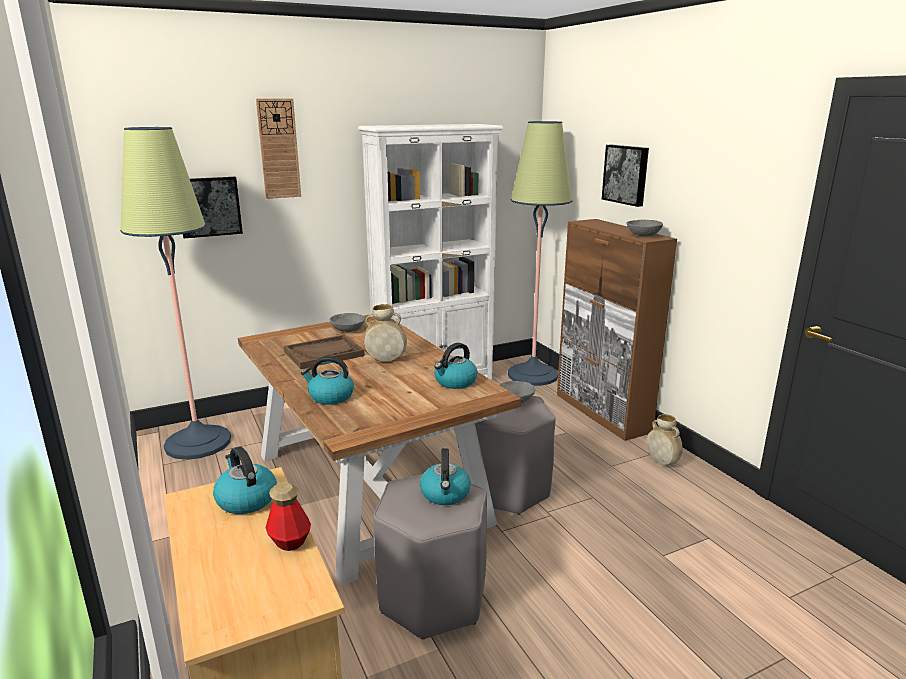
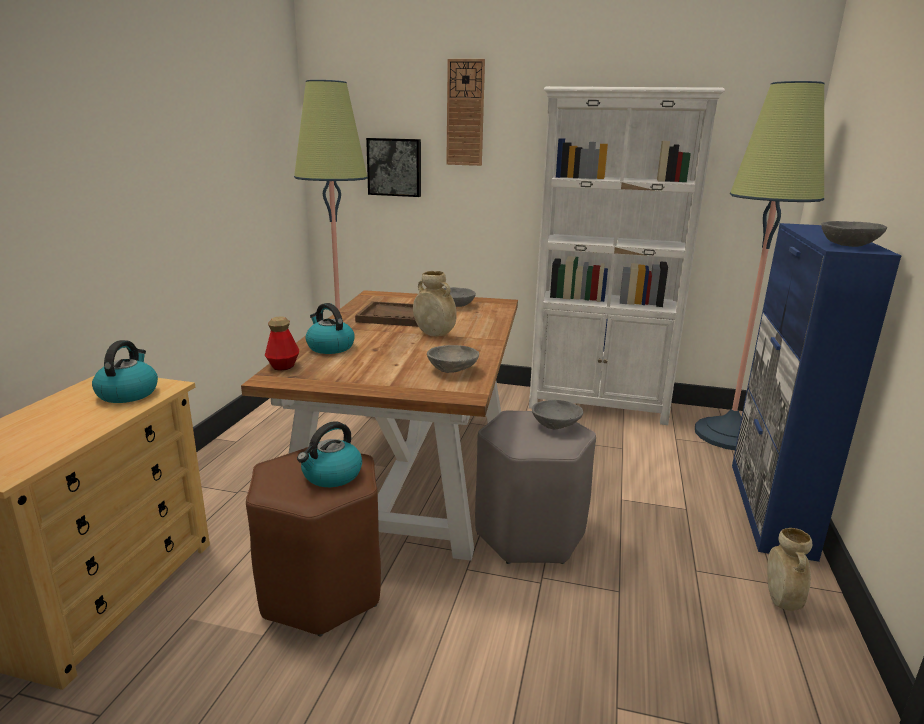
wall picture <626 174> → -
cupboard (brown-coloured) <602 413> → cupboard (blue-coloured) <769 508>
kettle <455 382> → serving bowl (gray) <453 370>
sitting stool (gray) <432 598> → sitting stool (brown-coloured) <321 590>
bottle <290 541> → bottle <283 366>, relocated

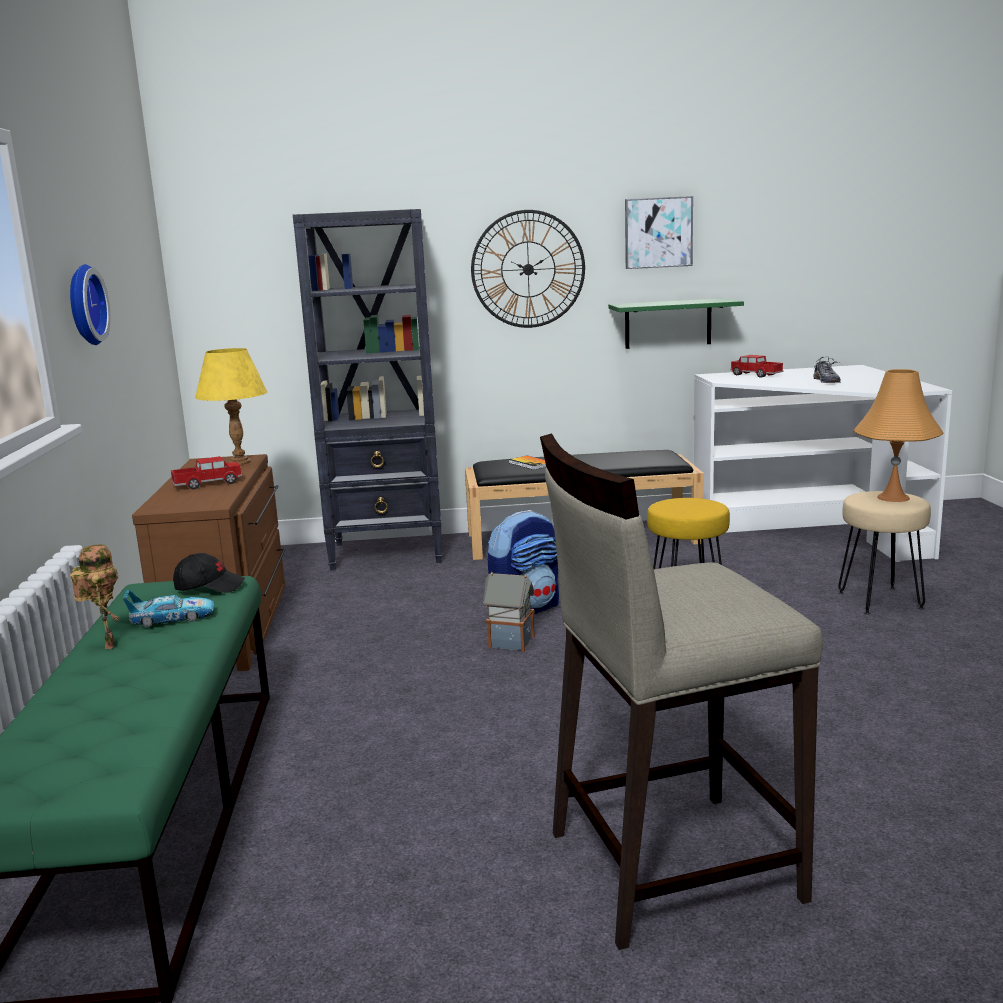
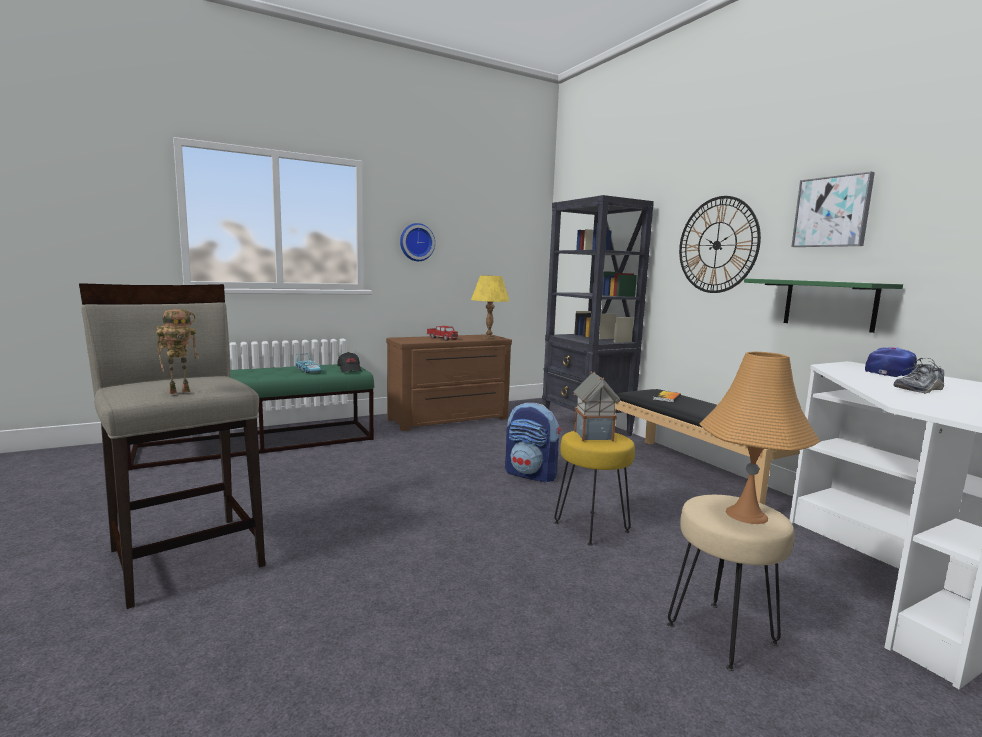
toy lorry <755 375> → baseball cap <891 373>
toy robot <106 644> → toy robot <180 391>, relocated
toy house <510 642> → toy house <593 435>, relocated

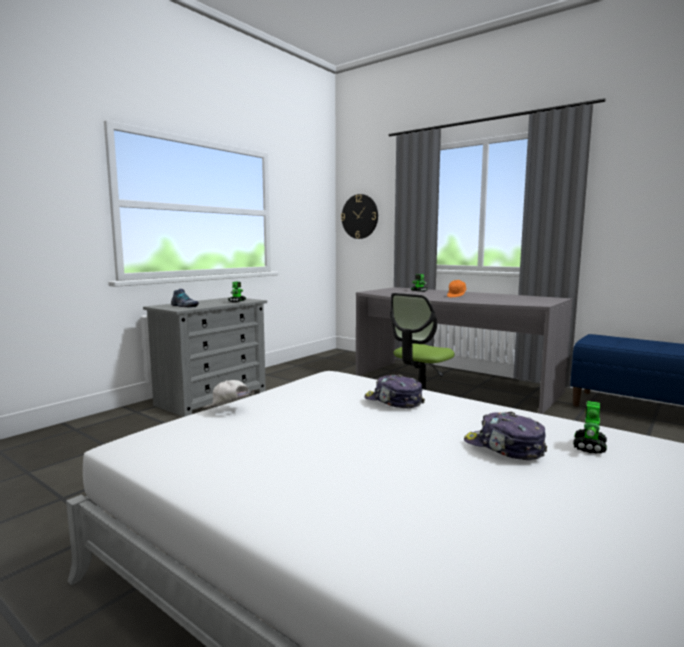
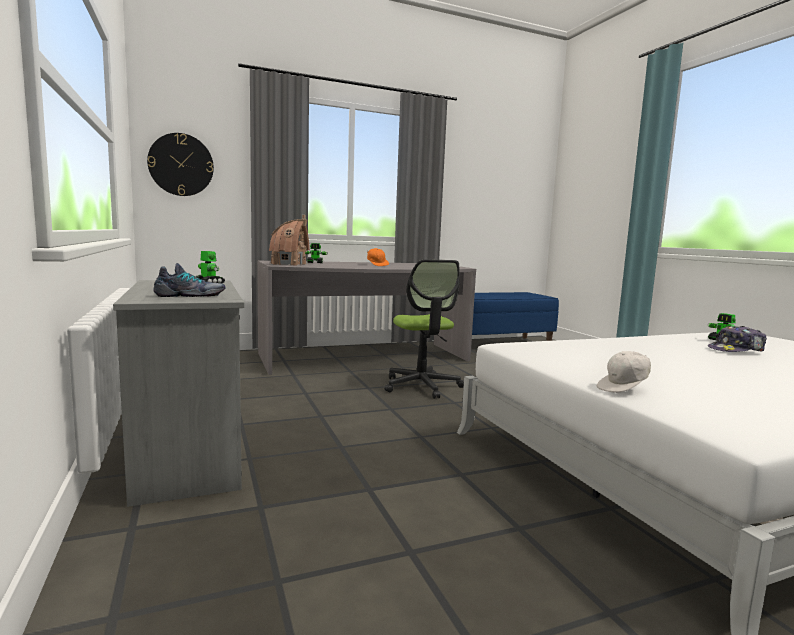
baseball cap <393 402> → -
- → toy house <289 264>

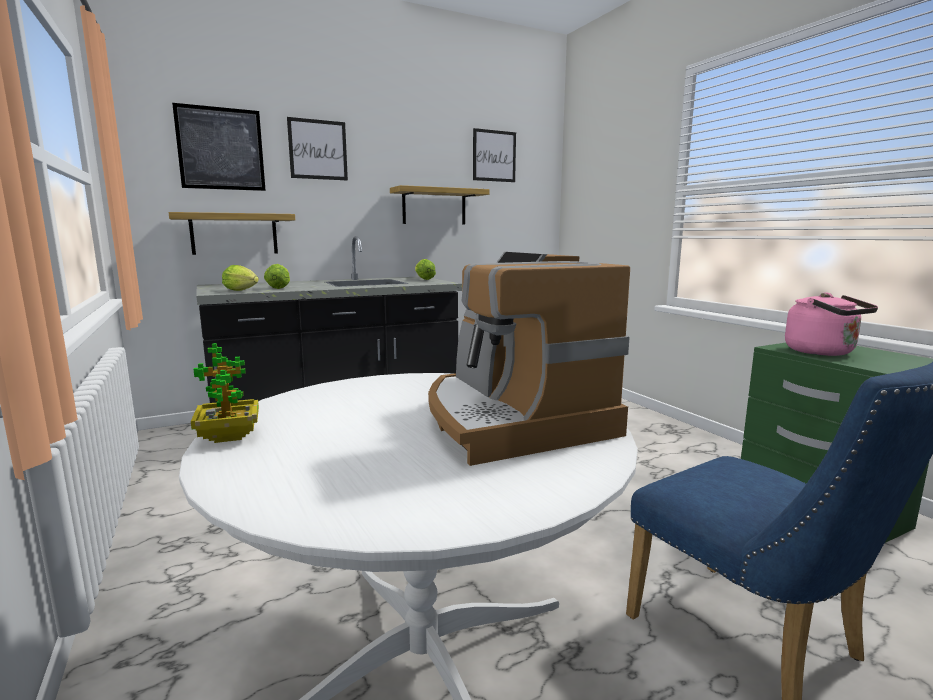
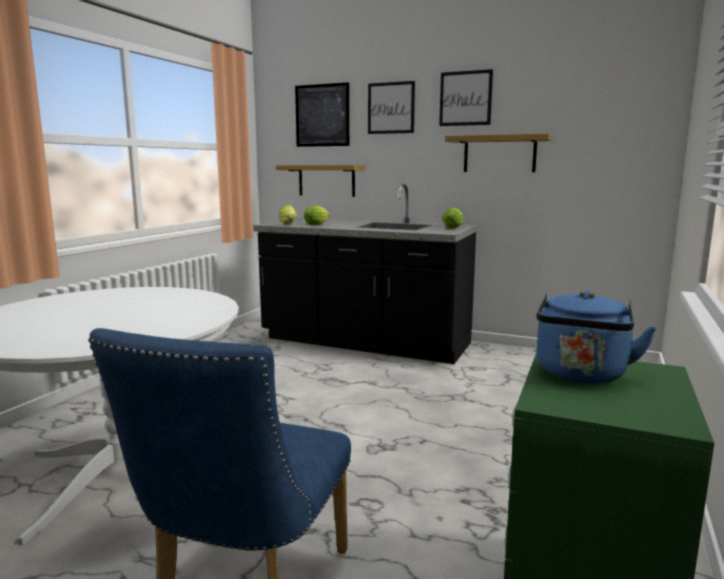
wall picture <494 156> → wall picture <465 98>, relocated
coffee brewer <511 419> → -
kettle (pinkish) <823 352> → kettle (blue-coloured) <581 375>
houseplant <229 437> → -

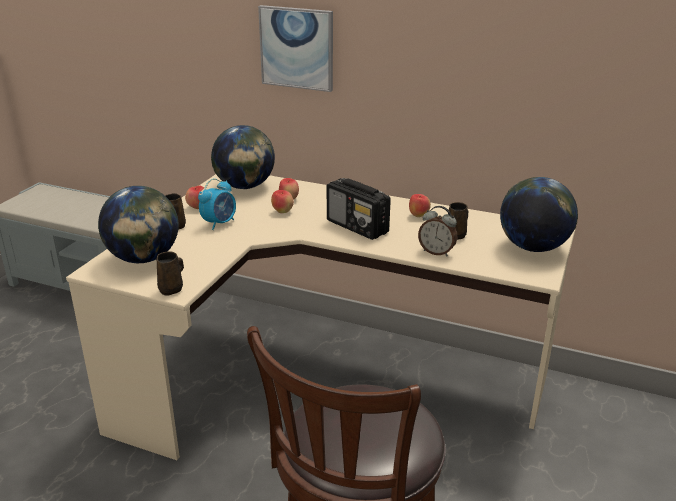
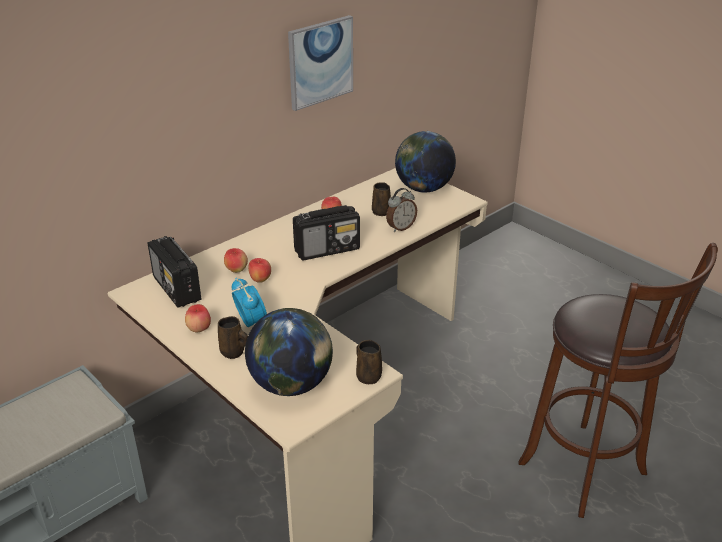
wall picture <297 48> → wall picture <320 62>, relocated
world globe <245 187> → radio receiver <177 289>

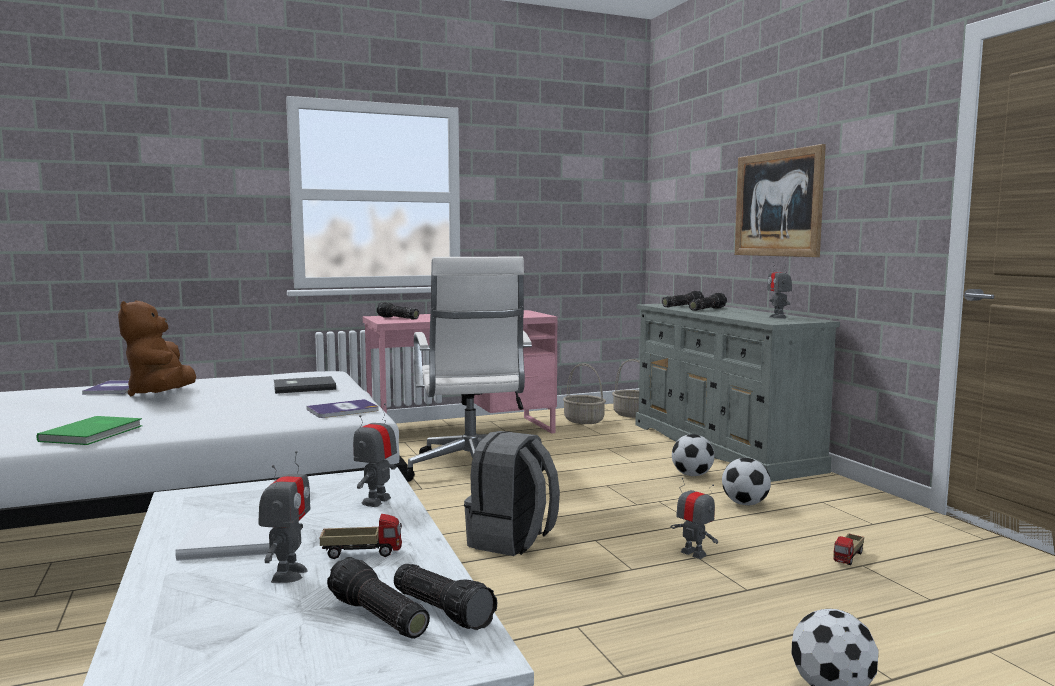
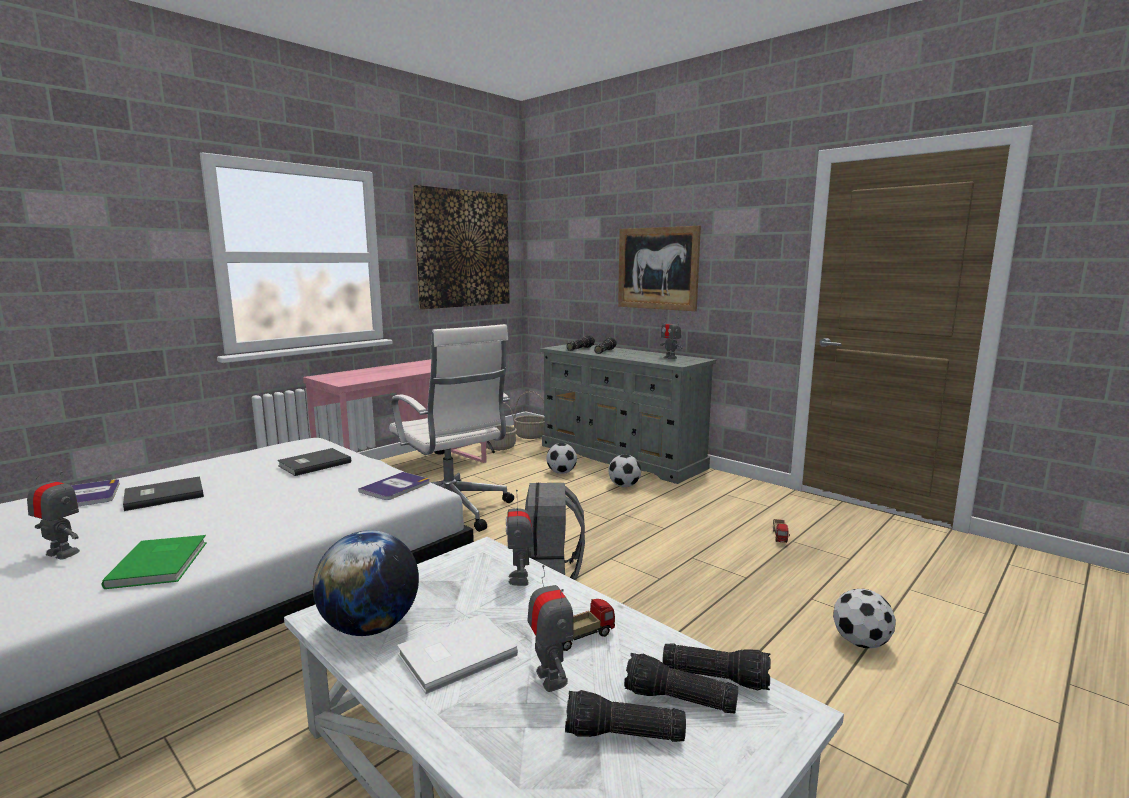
plush toy (brown-coloured) <161 395> → book (gray) <163 495>
flashlight <397 318> → flashlight <622 735>, relocated
ball for football <745 504> → ball for football <561 472>, relocated
toy robot <693 553> → toy robot <62 553>, relocated
- → wall picture <463 249>
- → world globe <370 627>

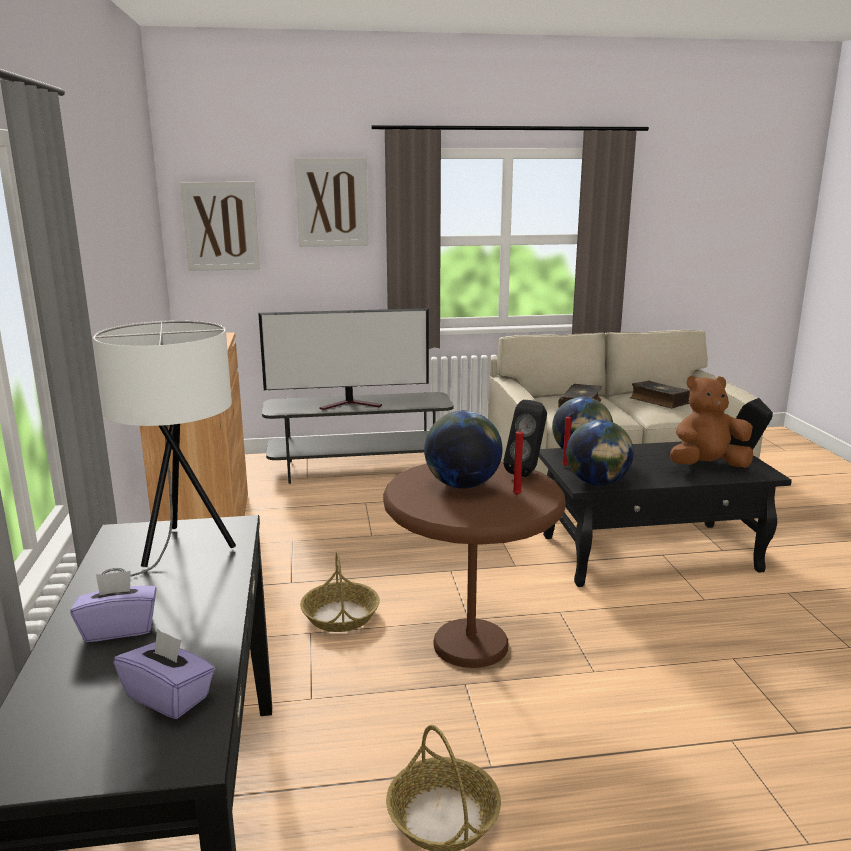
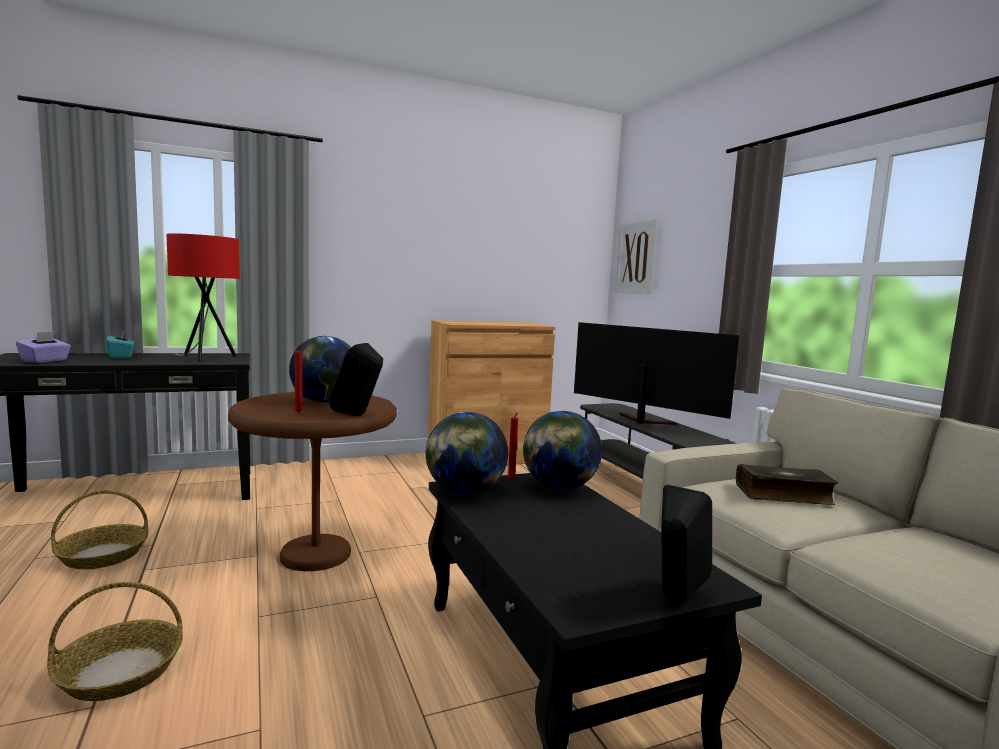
wall picture <332 202> → -
television <352 404> → television <641 421>, 150 degrees clockwise
lamp for a table (white) <179 550> → lamp for a table (reddish) <205 358>
plush toy (brown-coloured) <707 466> → -
book <659 401> → -
storage basket <341 616> → storage basket <119 672>, relocated
tissue box (purple) <119 628> → tissue box (blue-green) <121 356>

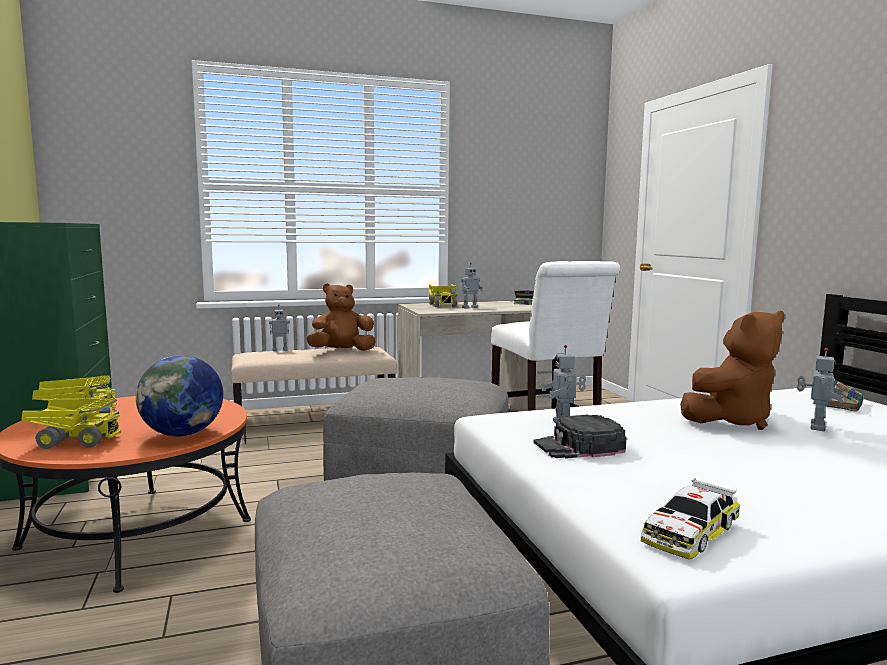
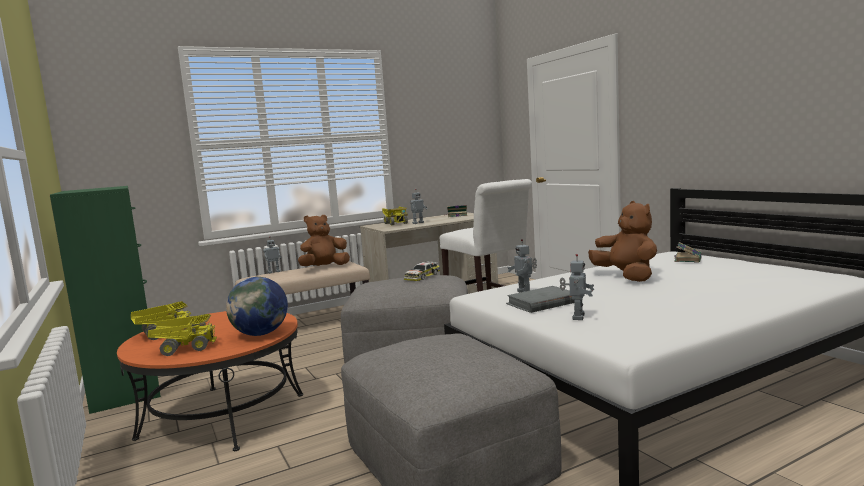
plush toy (brown-coloured) <730 420> → plush toy (brown-coloured) <626 277>, 75 degrees counterclockwise
toy robot <815 426> → toy robot <577 317>, relocated
baseball cap (black-coloured) <579 447> → book (gray) <542 303>
miniature car <689 532> → miniature car <422 276>, relocated

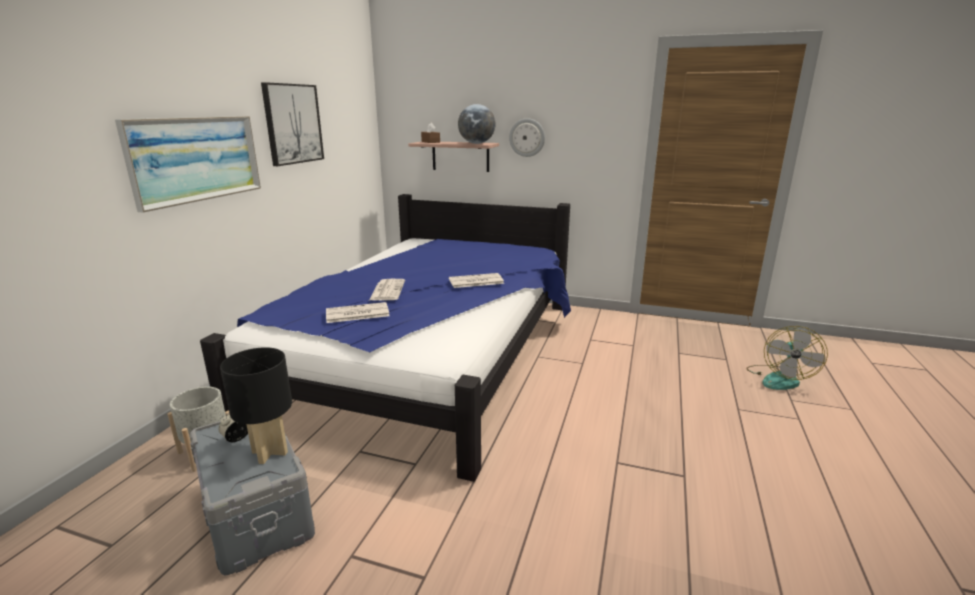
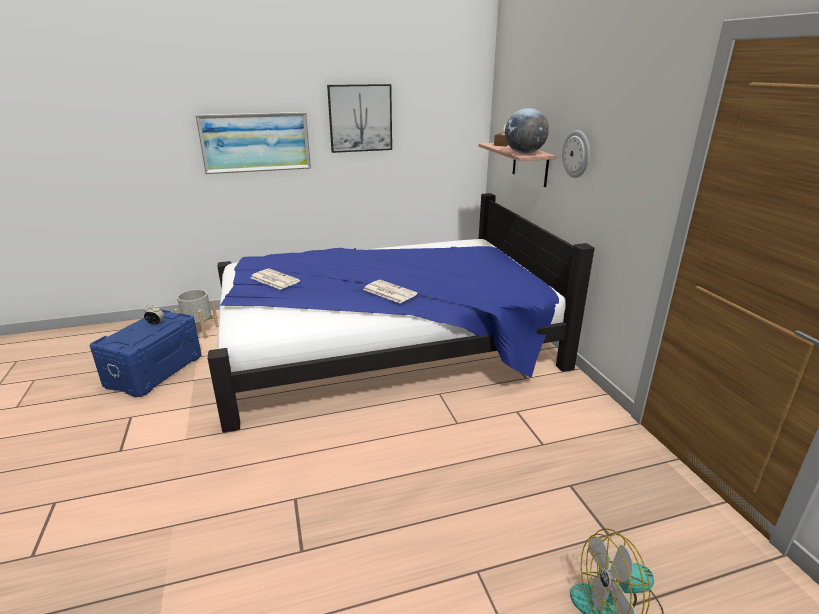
newspaper <387 290> → -
lamp for a table (black-coloured) <269 452> → -
storage container (gray) <255 513> → storage container (blue-coloured) <154 370>

